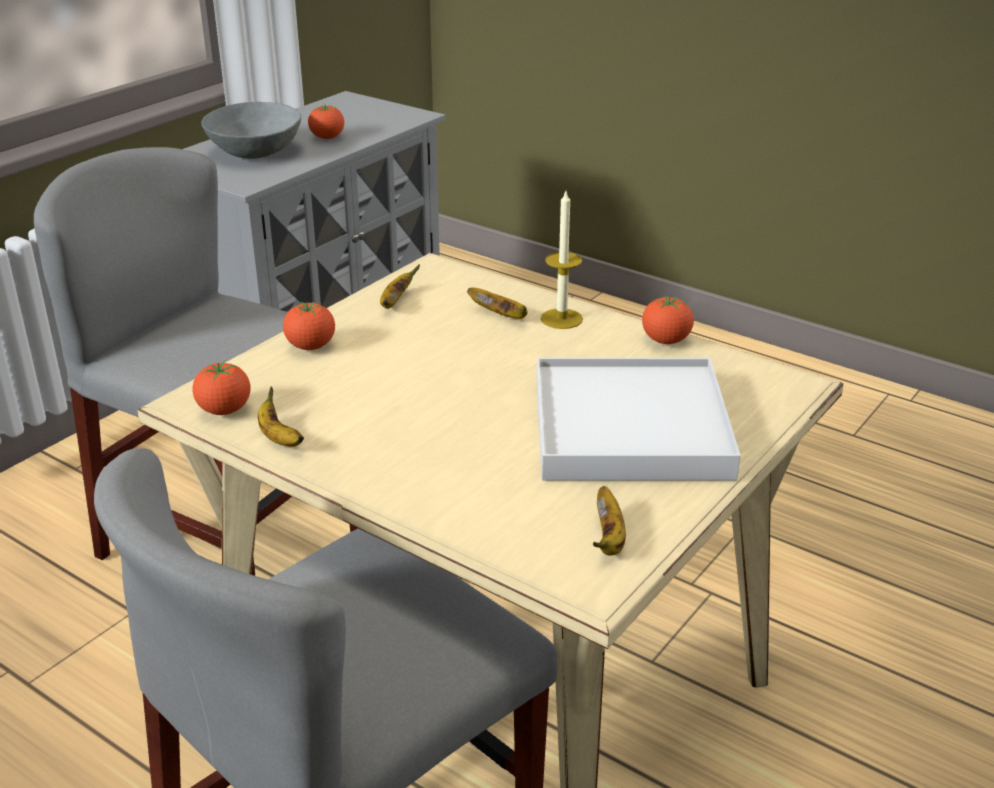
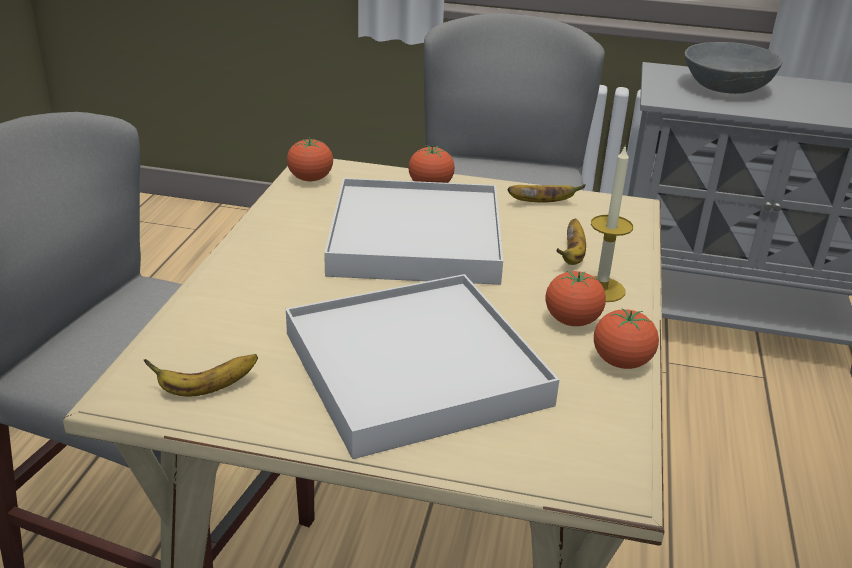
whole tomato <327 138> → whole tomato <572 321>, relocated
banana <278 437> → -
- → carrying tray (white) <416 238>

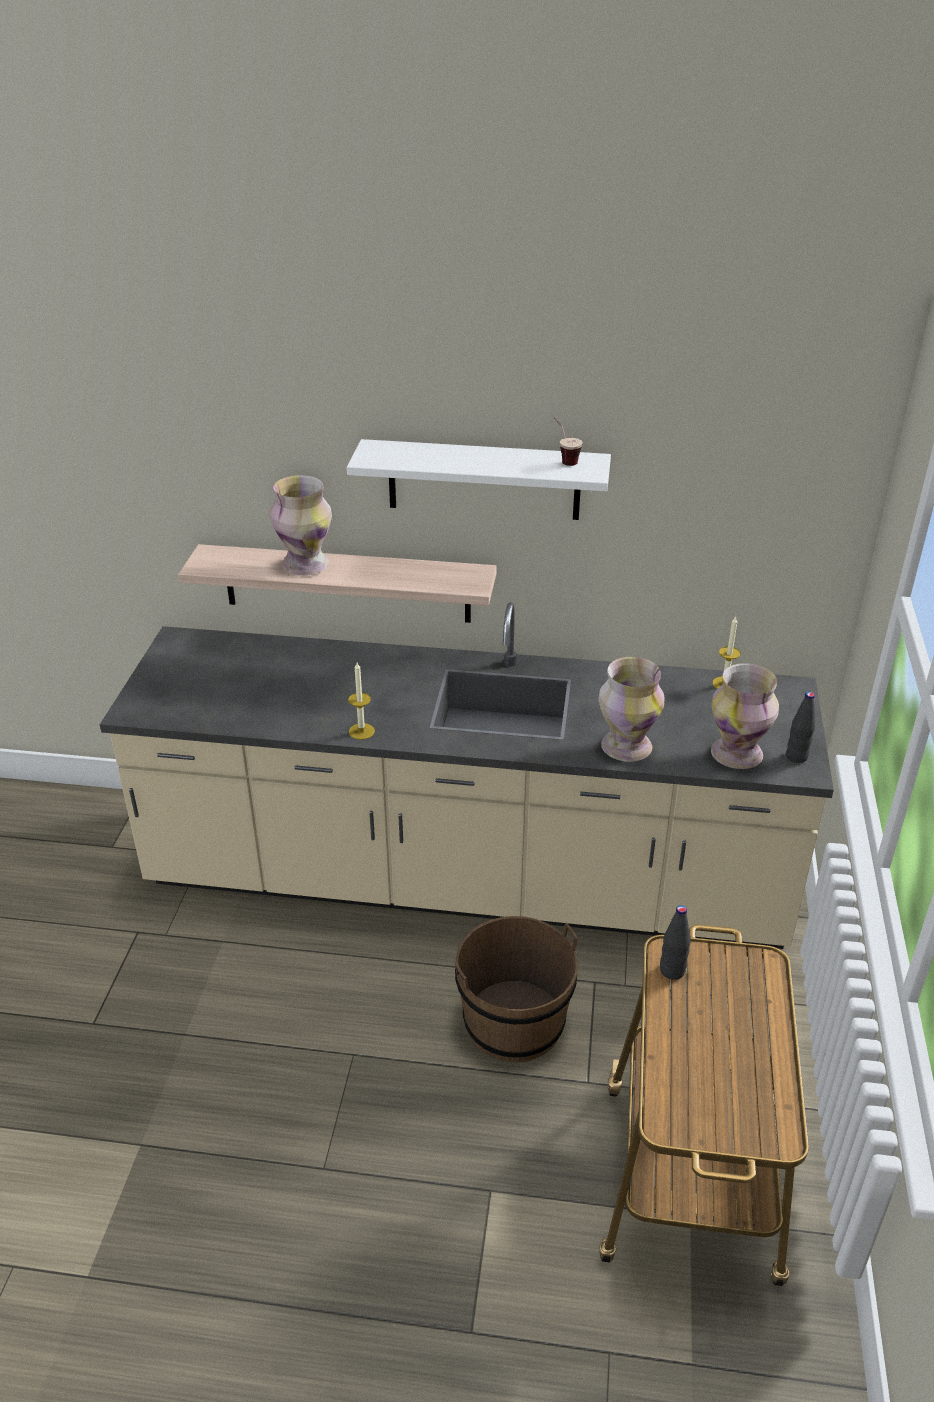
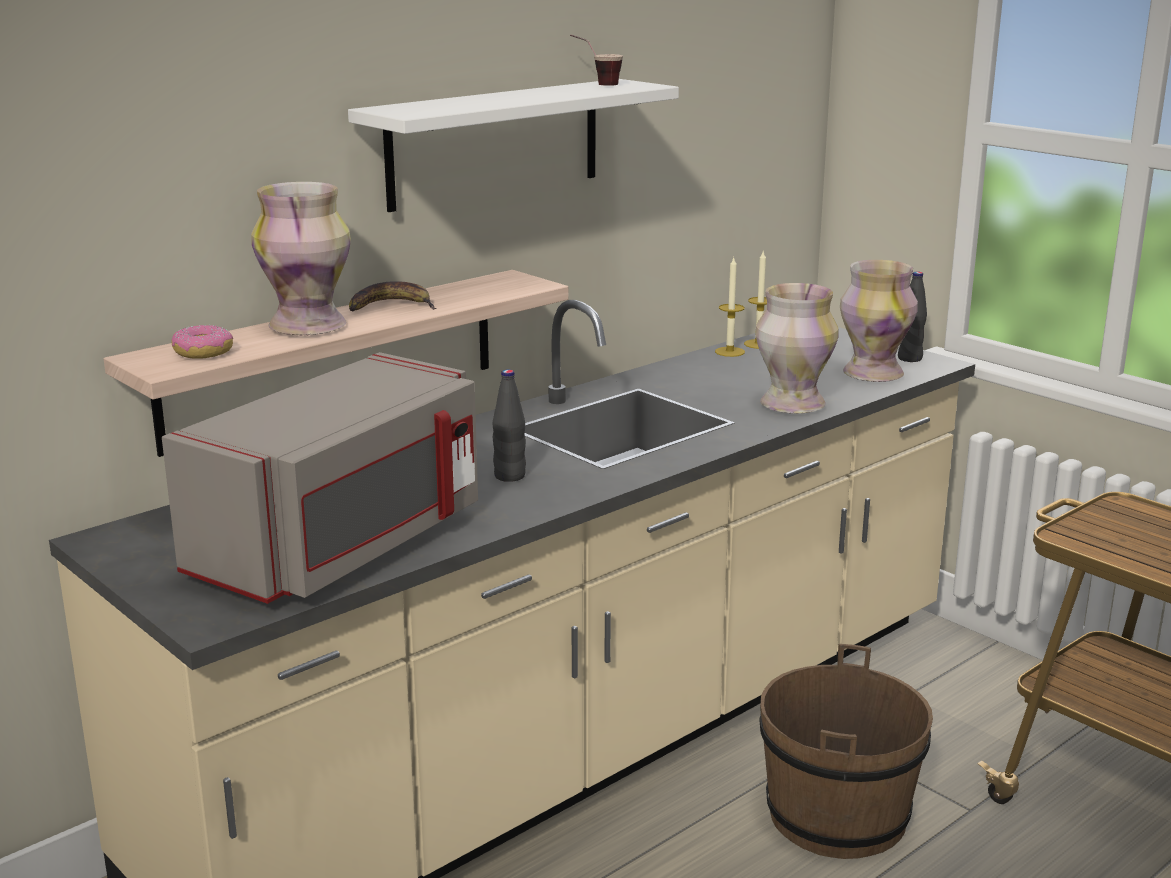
candle <361 731> → candle <729 352>, relocated
bottle (black-coloured) <672 971> → bottle (black-coloured) <510 476>, relocated
- → banana <391 306>
- → ring doughnut <203 352>
- → microwave (gray) <344 544>

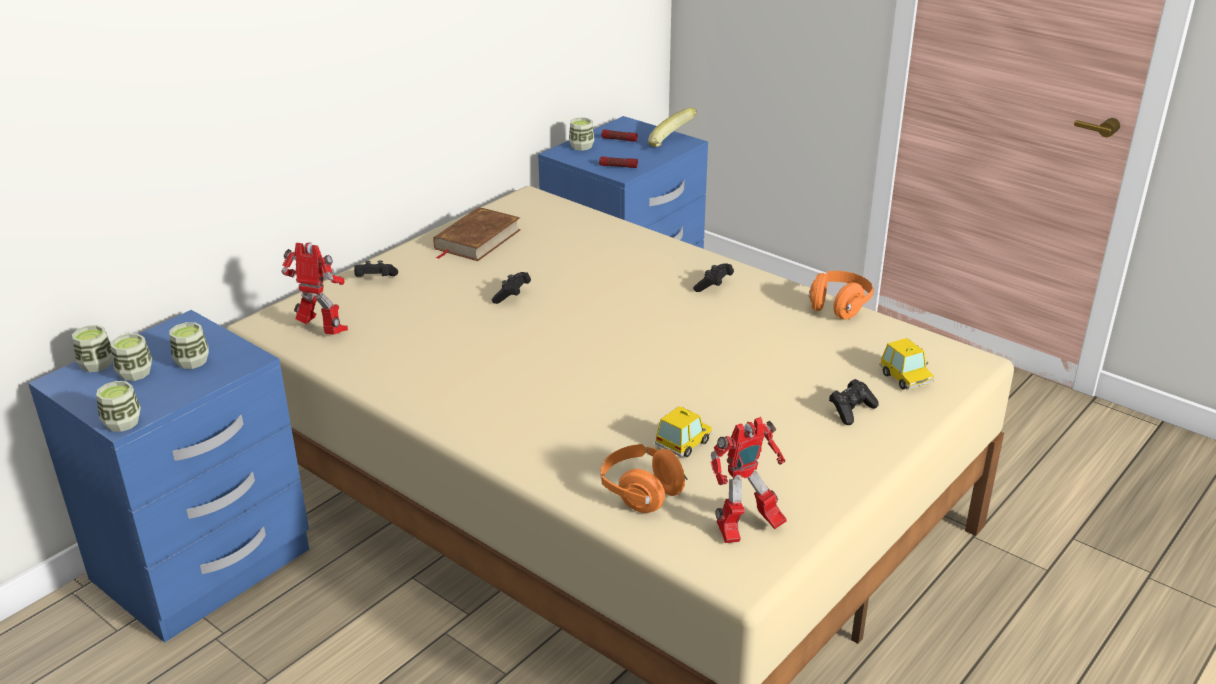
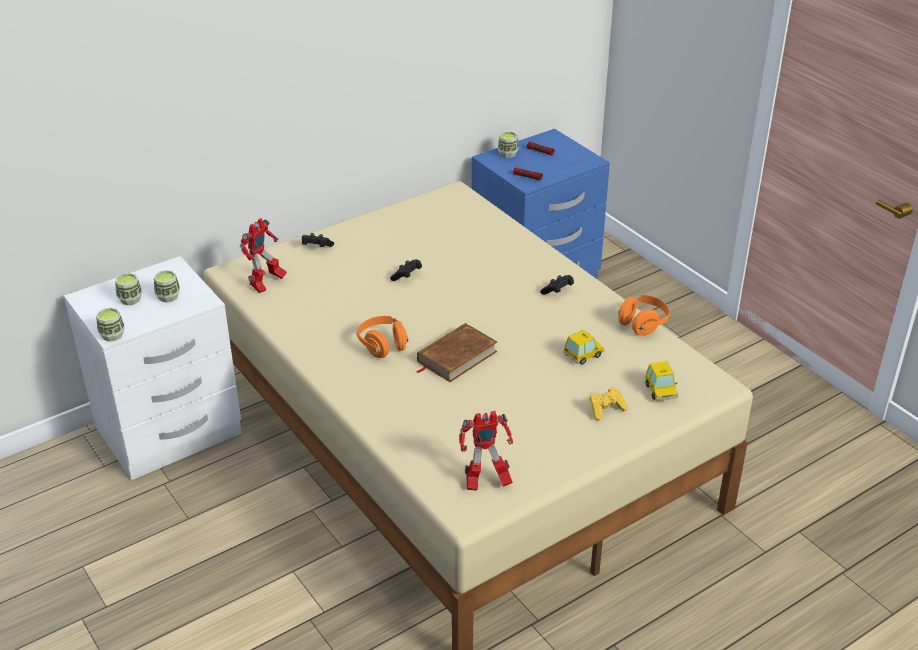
banana <672 144> → -
book (brown-coloured) <477 239> → book (brown-coloured) <456 356>, relocated
toy robot <323 331> → toy robot <266 284>, 90 degrees clockwise
night table (blue-coloured) <203 566> → night table (white) <169 432>
cup <97 364> → -
joypad (black-coloured) <851 410> → joypad (yellowish) <606 409>
miniature car <683 443> → miniature car <583 355>, relocated
headphones (orange-coloured) <641 492> → headphones (orange-coloured) <383 345>, relocated

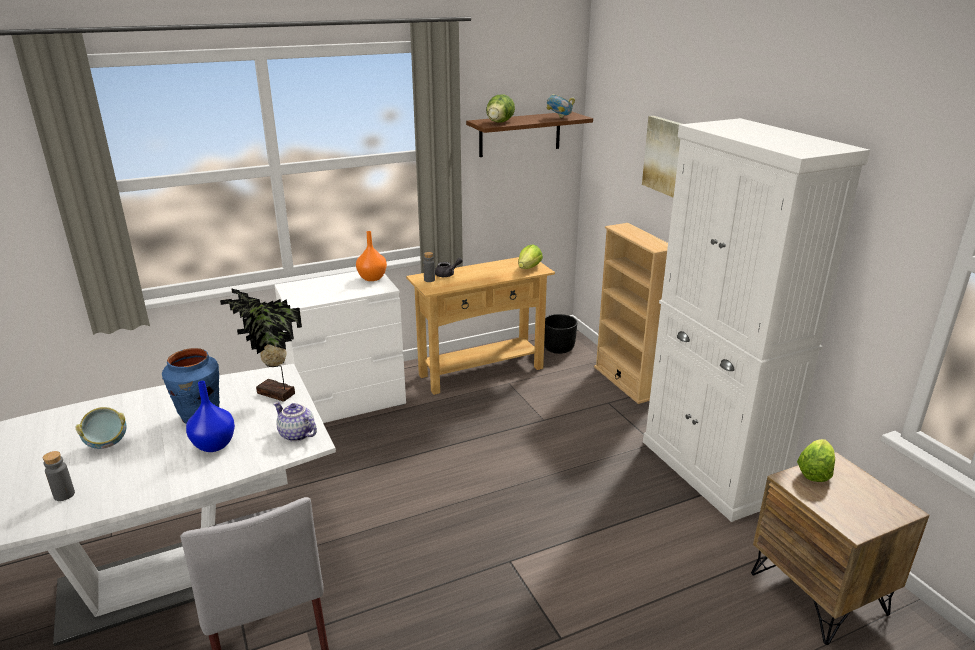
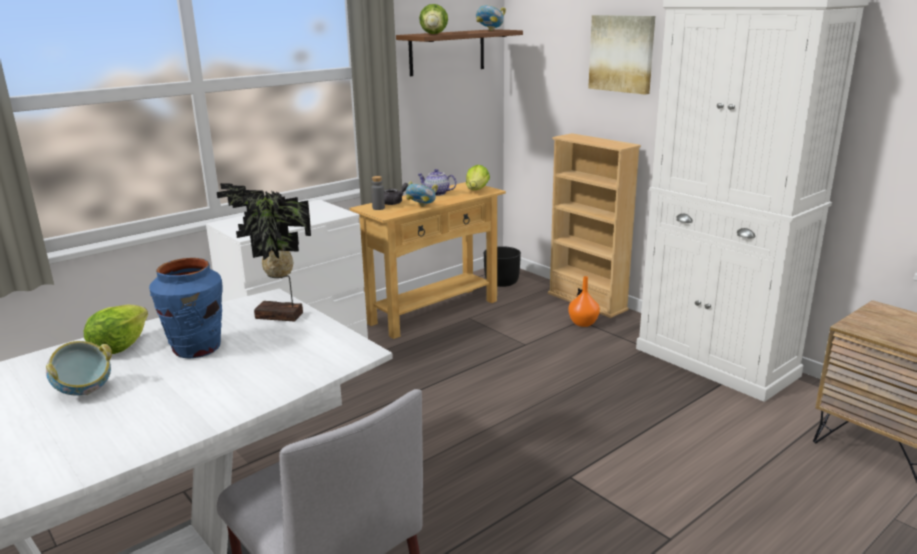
decorative vase (orange-coloured) <372 278> → decorative vase (orange-coloured) <582 323>, relocated
decorative vase (blue-coloured) <215 445> → -
pot for tea <296 435> → pot for tea <436 193>, relocated
head of lettuce <814 472> → head of lettuce <119 347>, relocated
bottle (gray) <64 495> → -
- → serving bowl <421 207>

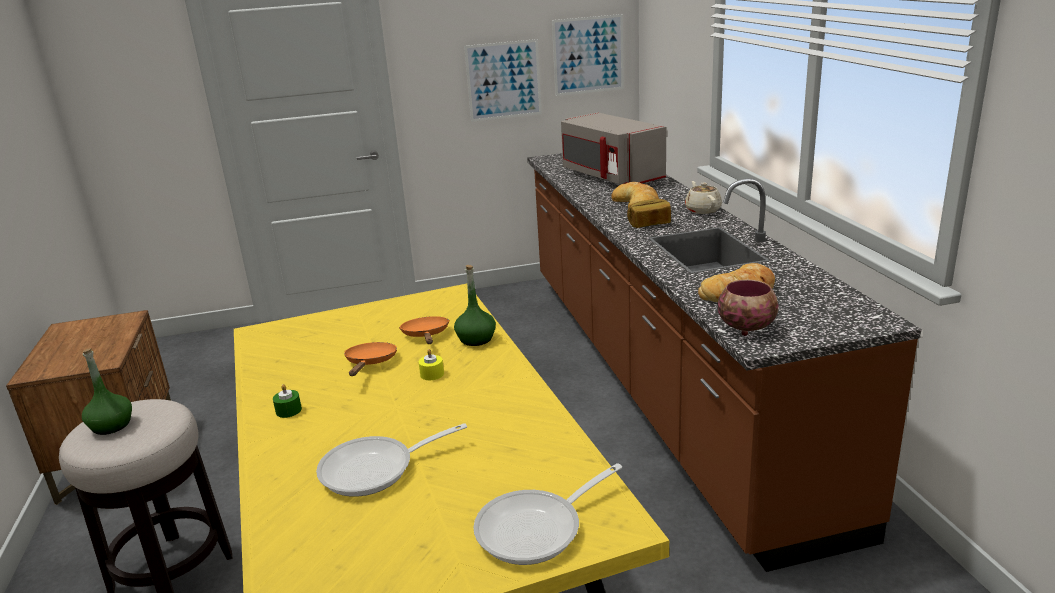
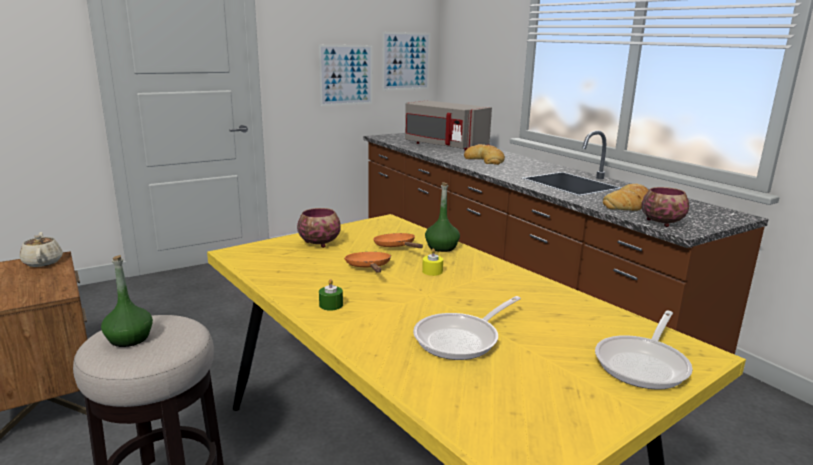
pot for tea (beige) <702 210> → pot for tea (beige) <43 262>, relocated
bakery bread <649 224> → -
- → serving bowl <319 243>

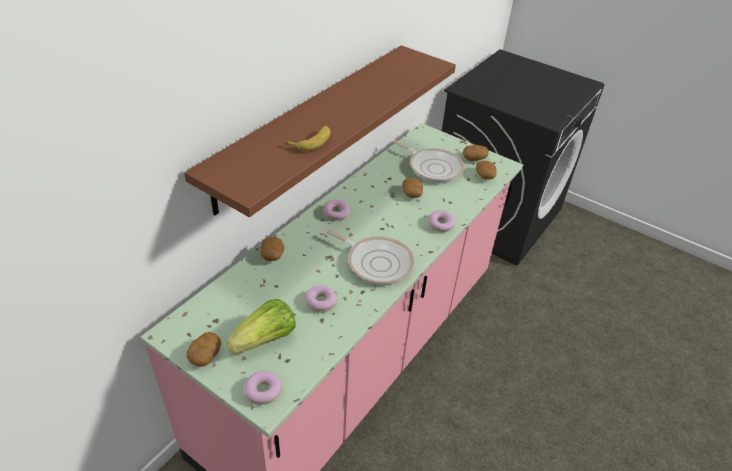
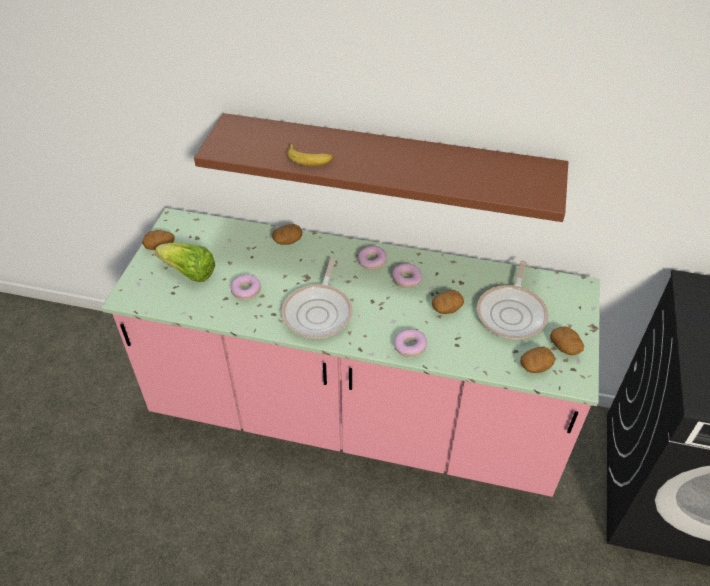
ring doughnut <263 391> → ring doughnut <406 279>, relocated

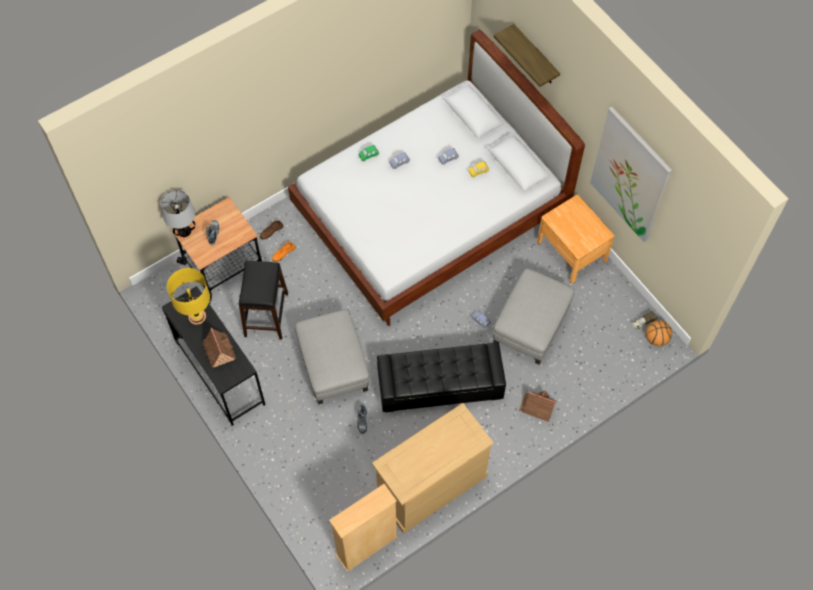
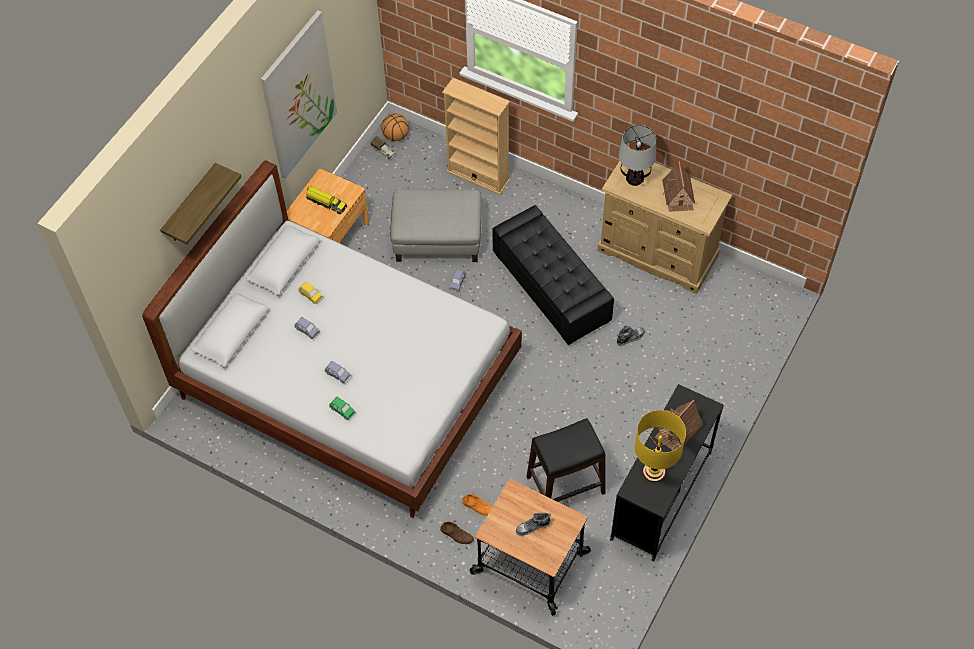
lamp for a table <184 231> → lamp for a table <634 179>, relocated
ottoman (gray) <333 365> → -
toy house <537 407> → toy house <678 195>, relocated
bookshelf (beige) <366 546> → bookshelf (beige) <478 176>, relocated
- → toy lorry <326 203>

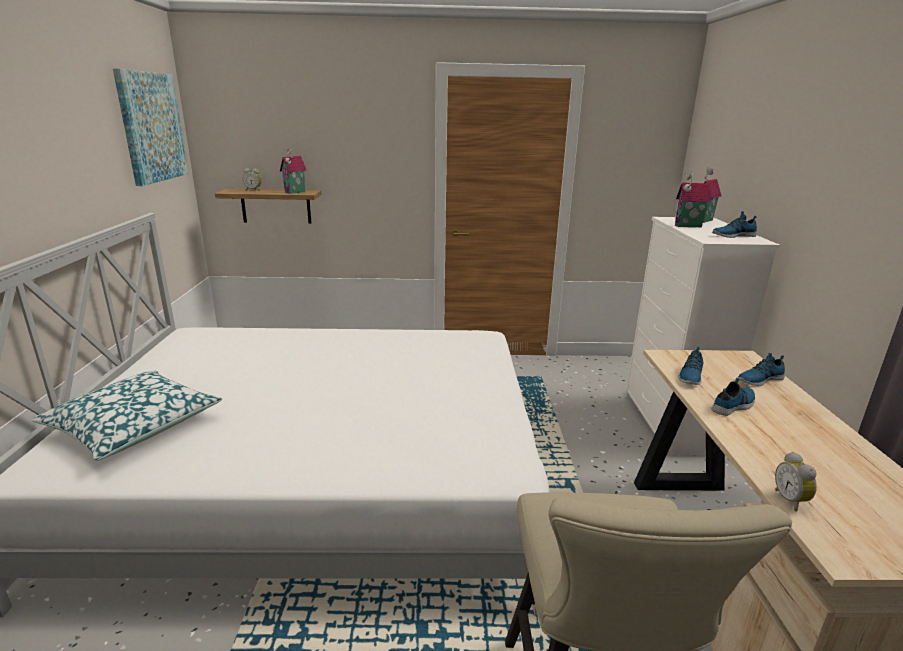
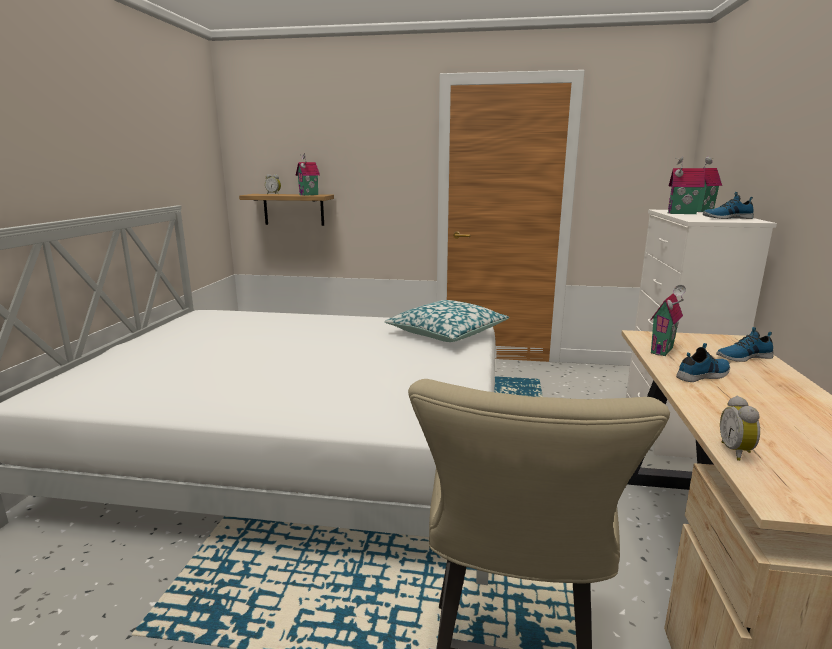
wall picture <151 127> → -
low shoe <690 375> → toy house <664 351>
cushion <134 426> → cushion <447 333>, relocated

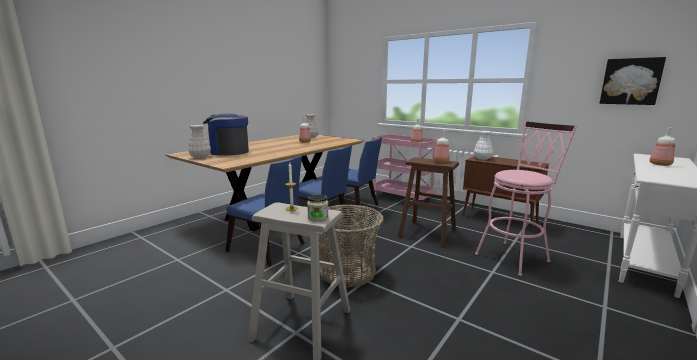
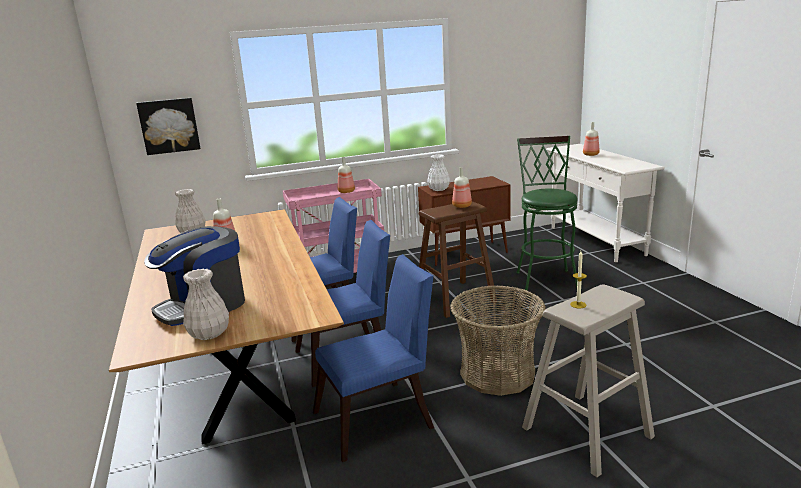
wall picture <630 81> → wall picture <169 126>, relocated
sitting stool (pinkish) <515 256> → sitting stool (green-coloured) <545 279>
preserve jar <318 218> → -

